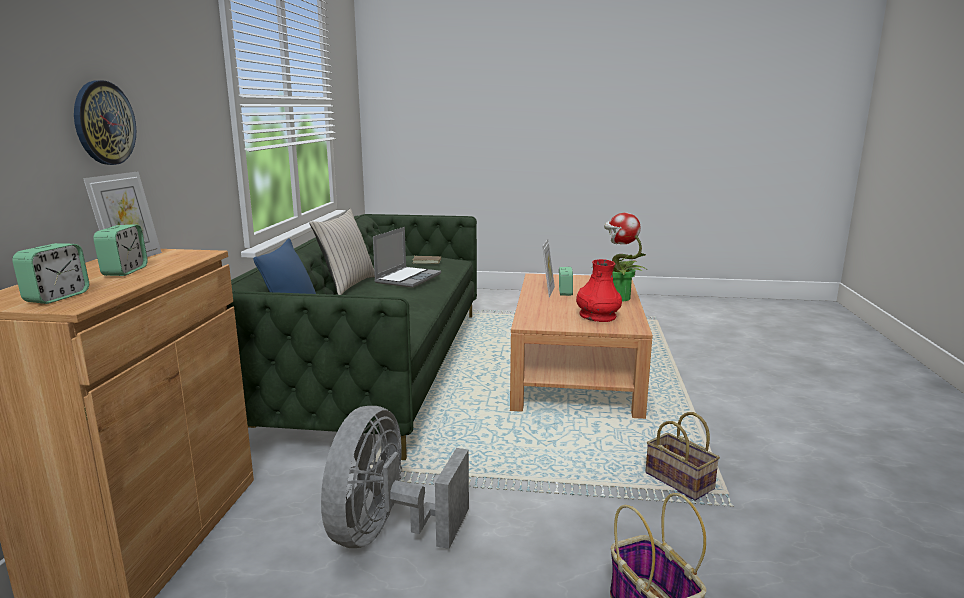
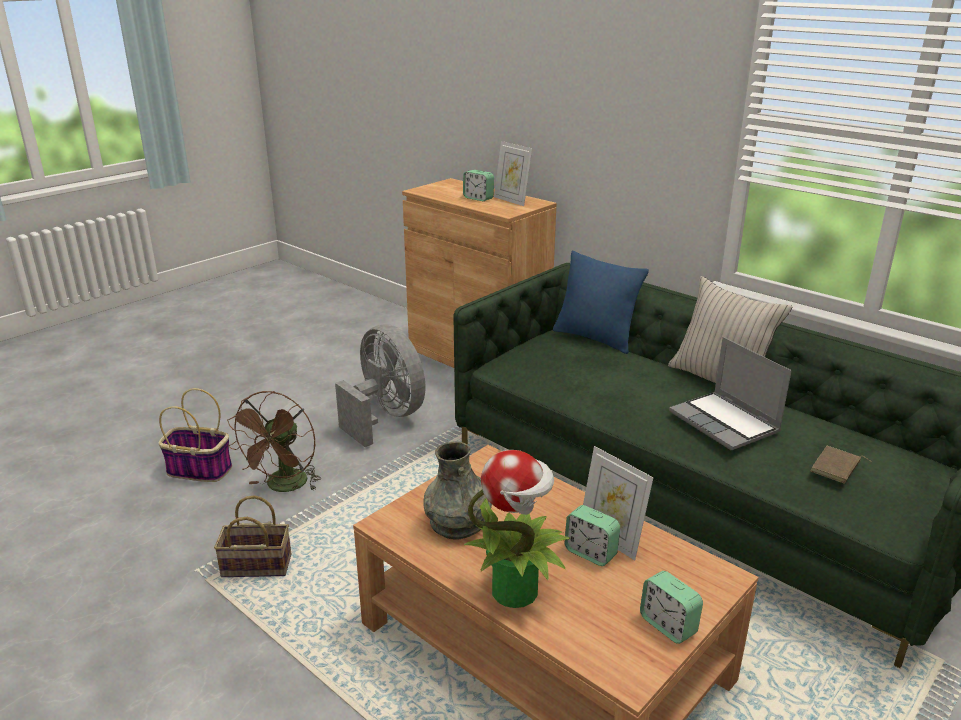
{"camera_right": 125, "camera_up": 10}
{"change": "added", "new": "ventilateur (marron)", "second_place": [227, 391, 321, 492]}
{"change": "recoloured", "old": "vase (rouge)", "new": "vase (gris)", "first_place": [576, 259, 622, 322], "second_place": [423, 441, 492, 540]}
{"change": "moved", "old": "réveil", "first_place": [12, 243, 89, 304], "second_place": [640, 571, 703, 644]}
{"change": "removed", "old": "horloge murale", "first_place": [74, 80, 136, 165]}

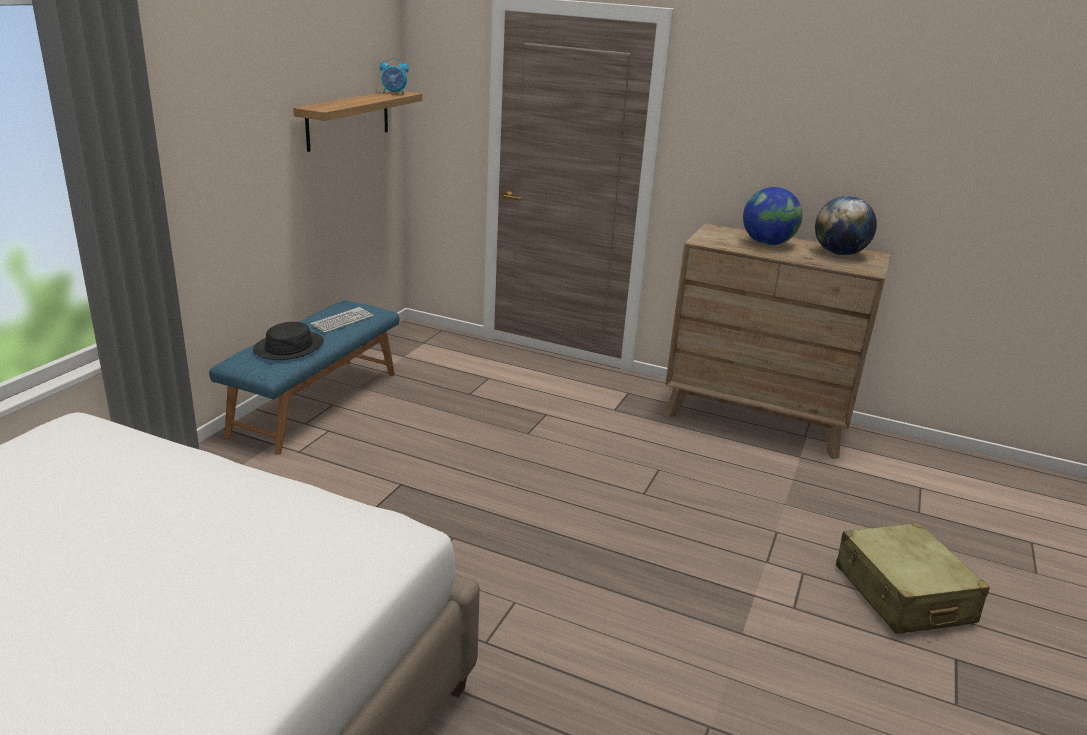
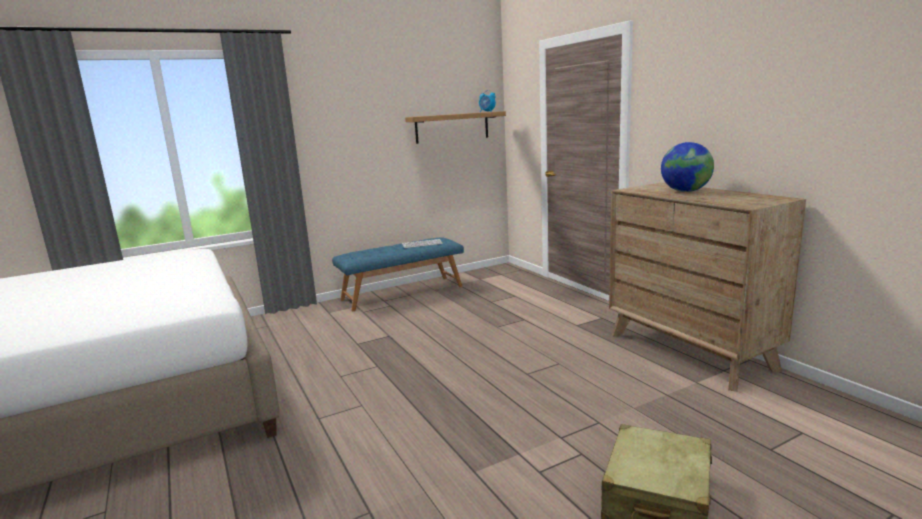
{"camera_right": 40, "camera_up": -10}
{"change": "removed", "old": "chapeau (noir)", "first_place": [253, 322, 324, 360]}
{"change": "removed", "old": "globe", "first_place": [815, 196, 877, 255]}

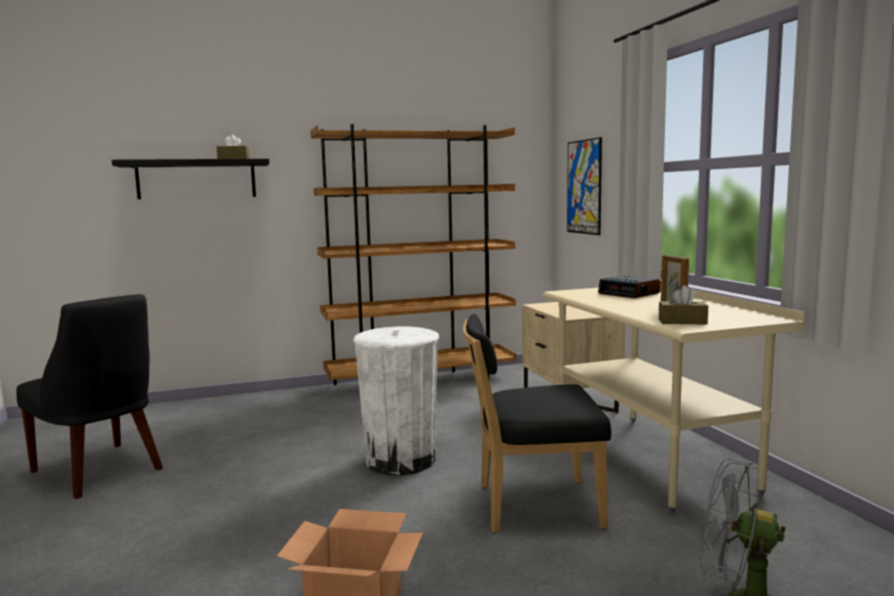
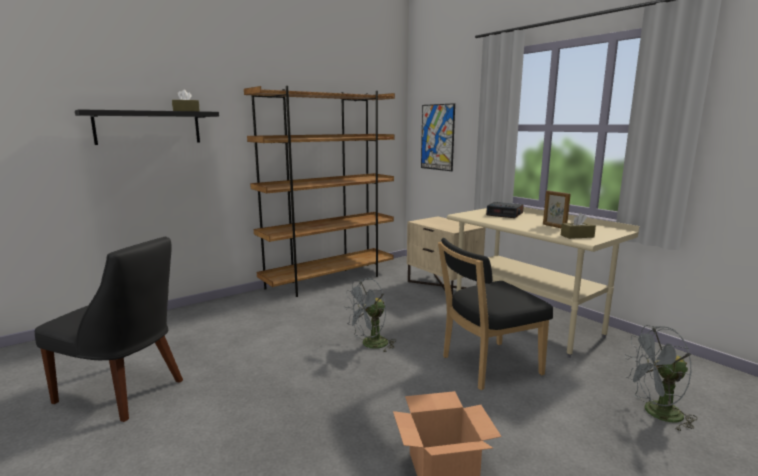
{"camera_right": -20, "camera_up": 5}
{"change": "replaced", "old": "poubelle (blanc)", "new": "ventilateur (gris)", "first_place": [353, 327, 439, 476], "second_place": [344, 278, 396, 353]}

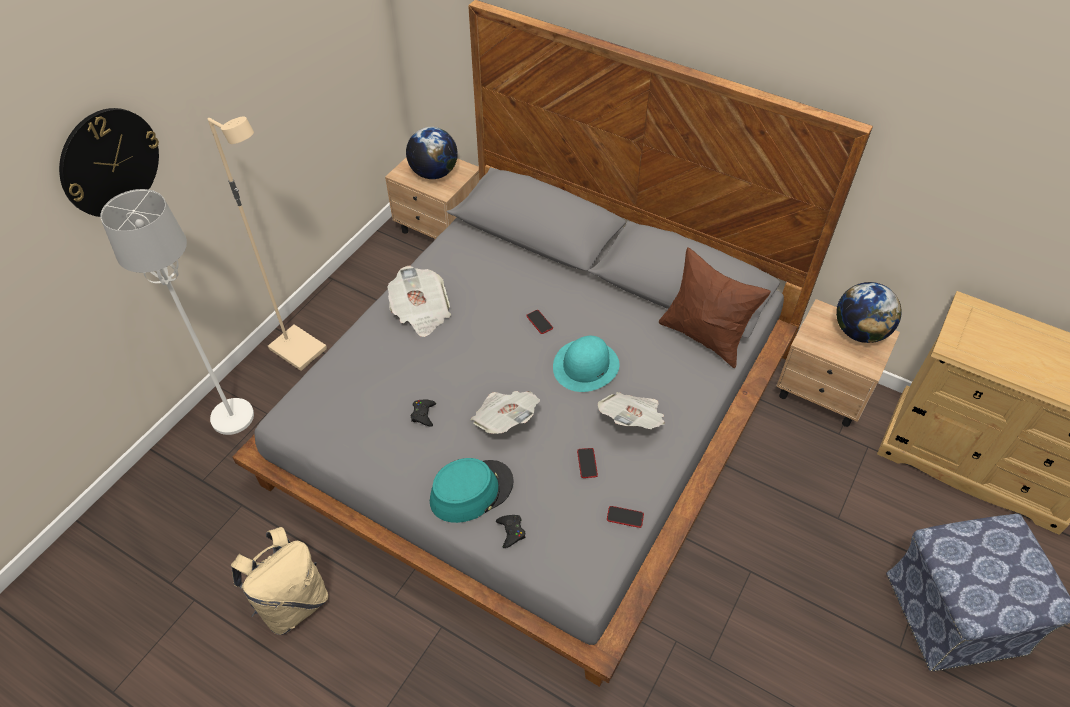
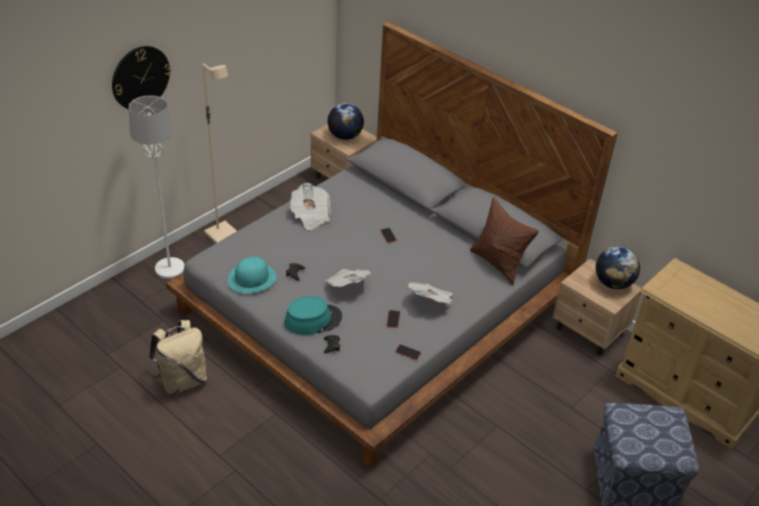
{"camera_right": 10, "camera_up": -10}
{"change": "moved", "old": "chapeau (turquoise)", "first_place": [553, 336, 619, 392], "second_place": [227, 257, 276, 293]}

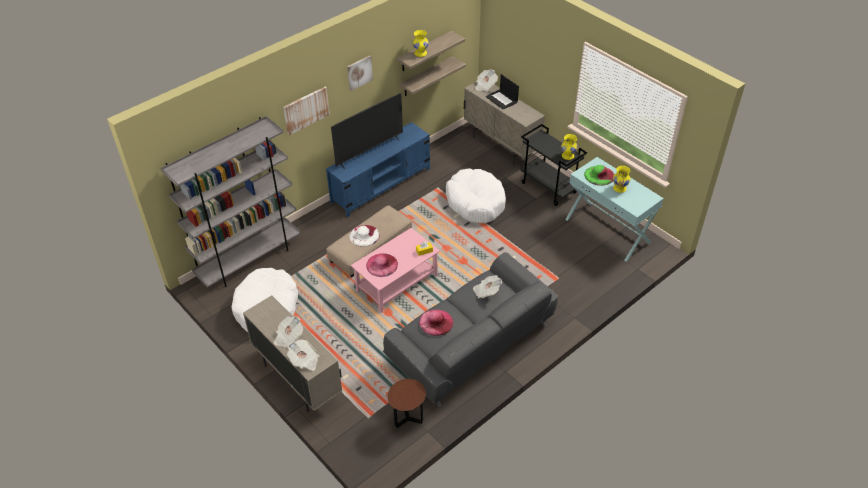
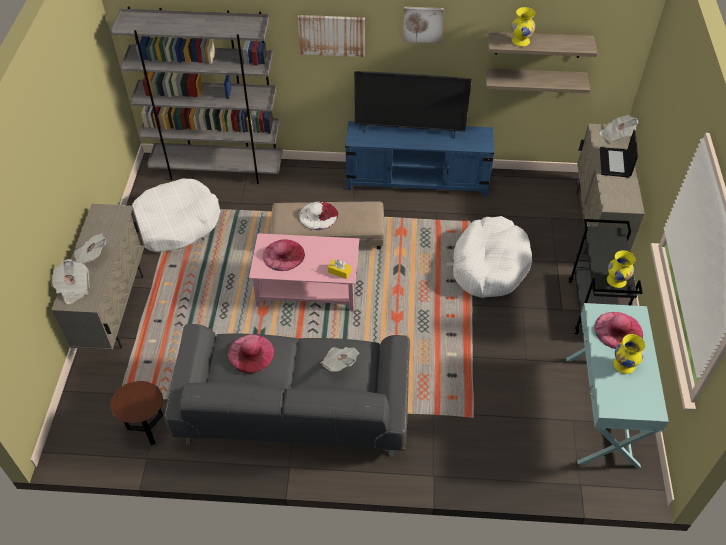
{"camera_right": 45, "camera_up": 5}
{"change": "recoloured", "old": "chapeau (vert)", "new": "chapeau (rose)", "first_place": [584, 165, 614, 186], "second_place": [594, 312, 643, 349]}

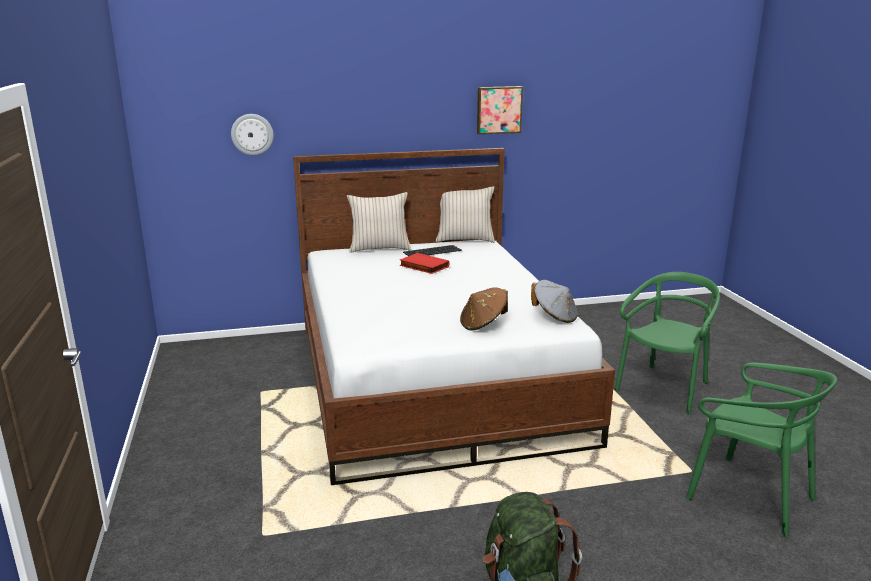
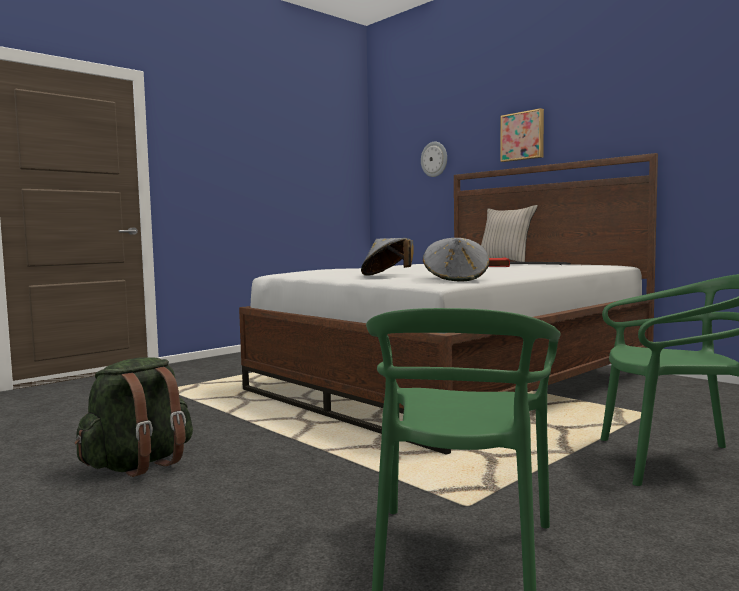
{"camera_right": 60, "camera_up": -15}
{"change": "recoloured", "old": "chapeau (marron)", "new": "chapeau (gris)", "first_place": [460, 287, 508, 331], "second_place": [361, 238, 414, 276]}
{"change": "moved", "old": "tableau", "first_place": [477, 86, 523, 134], "second_place": [500, 108, 544, 162]}
{"change": "removed", "old": "coussin (beige)", "first_place": [436, 186, 495, 243]}

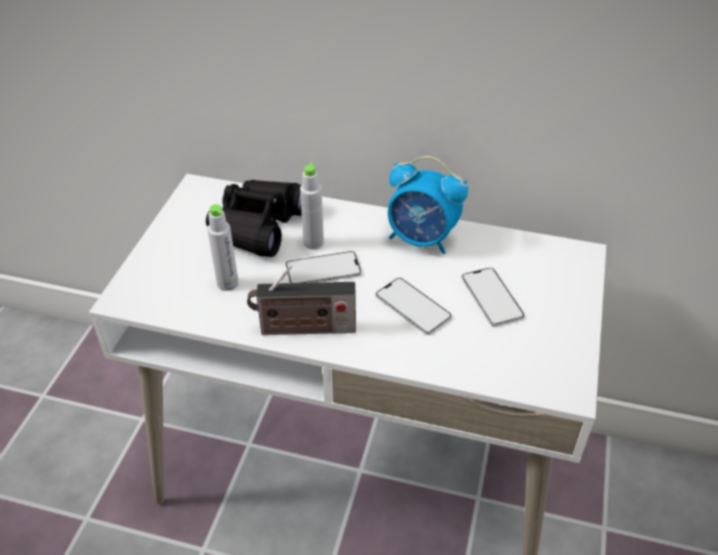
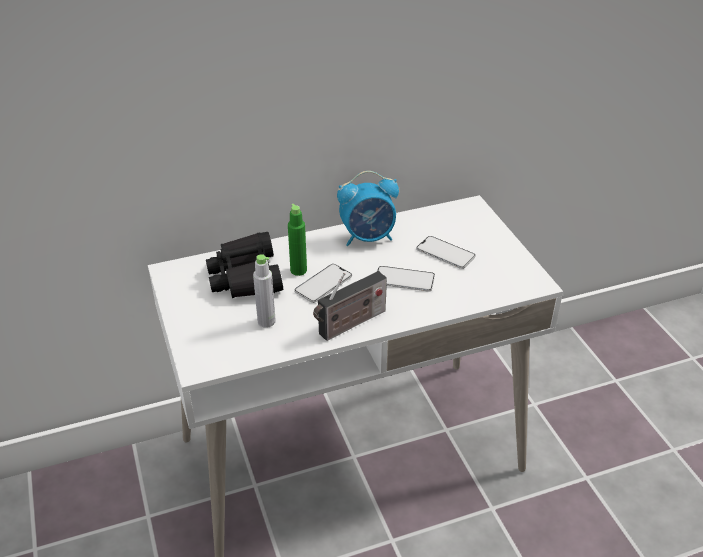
{"camera_right": -35, "camera_up": -5}
{"change": "recoloured", "old": "bouteille (gris)", "new": "bouteille (vert)", "first_place": [300, 162, 324, 250], "second_place": [288, 204, 307, 276]}

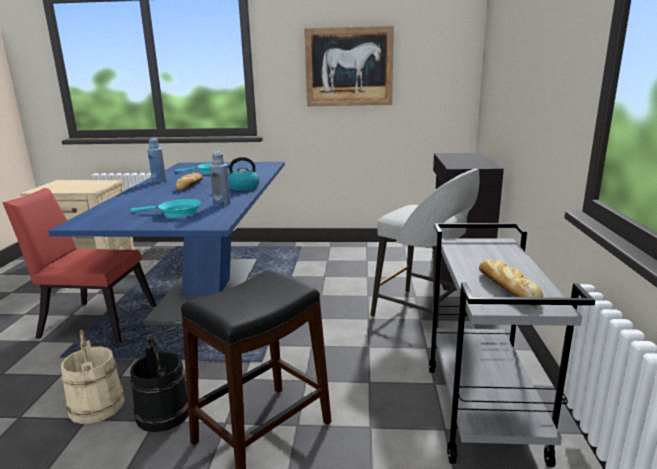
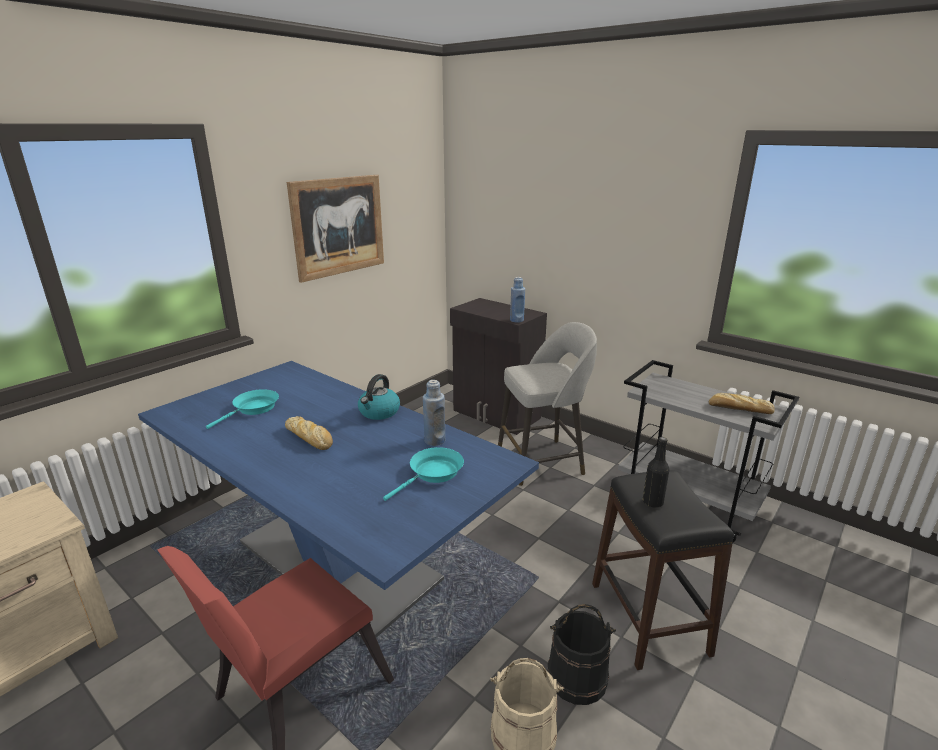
{"camera_right": -55, "camera_up": 5}
{"change": "moved", "old": "bouteille (bleu)", "first_place": [147, 138, 166, 183], "second_place": [510, 277, 525, 323]}
{"change": "added", "new": "bouteille (noir)", "second_place": [643, 437, 669, 508]}

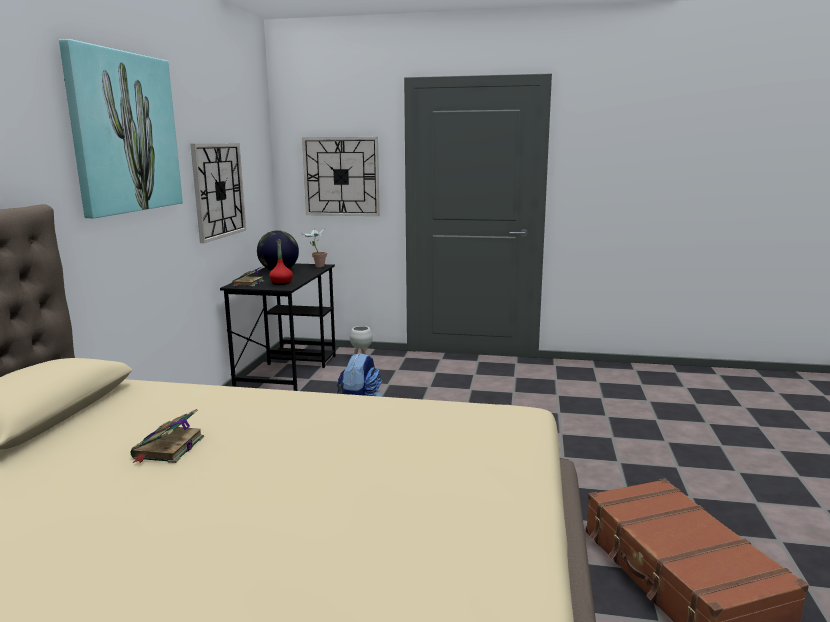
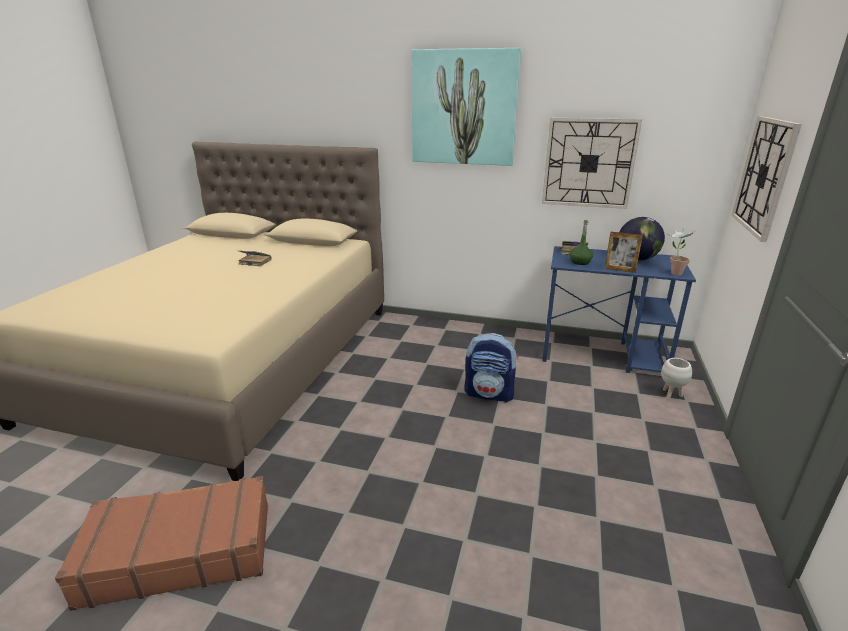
{"camera_right": 95, "camera_up": 10}
{"change": "recoloured", "old": "bureau (noir)", "new": "bureau (bleu)", "first_place": [220, 263, 336, 391], "second_place": [542, 246, 696, 373]}
{"change": "recoloured", "old": "bouteille (rouge)", "new": "bouteille (vert)", "first_place": [269, 239, 293, 285], "second_place": [570, 220, 593, 265]}
{"change": "added", "new": "cadre photo", "second_place": [605, 232, 643, 273]}

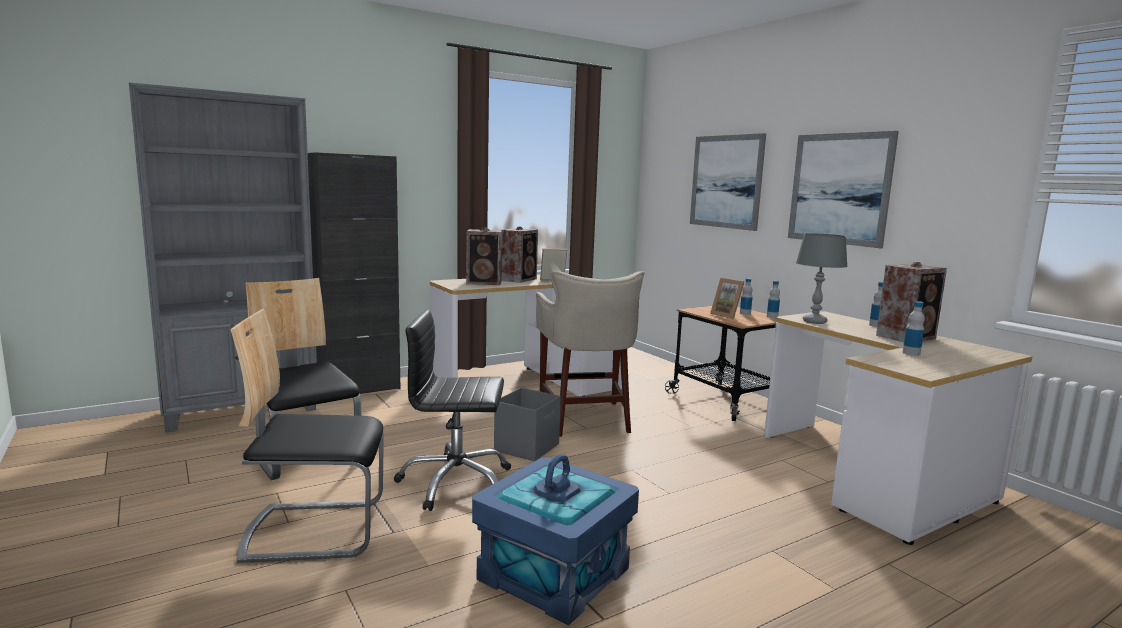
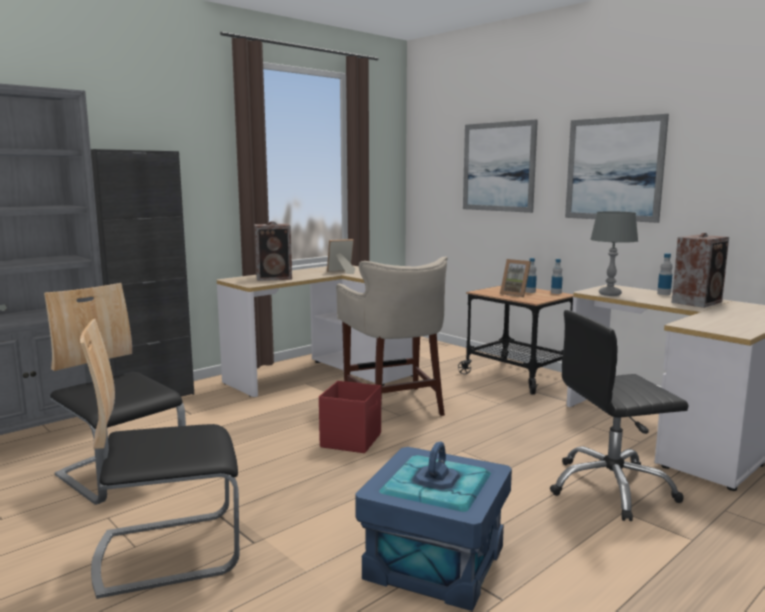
{"camera_right": -10, "camera_up": 0}
{"change": "recoloured", "old": "boîte de rangement (gris)", "new": "boîte de rangement (rouge)", "first_place": [494, 388, 561, 461], "second_place": [319, 381, 381, 453]}
{"change": "moved", "old": "chaise de bureau (noir)", "first_place": [394, 310, 511, 511], "second_place": [550, 310, 689, 521]}
{"change": "removed", "old": "enceinte", "first_place": [502, 227, 538, 283]}
{"change": "removed", "old": "bouteille", "first_place": [902, 301, 925, 356]}

